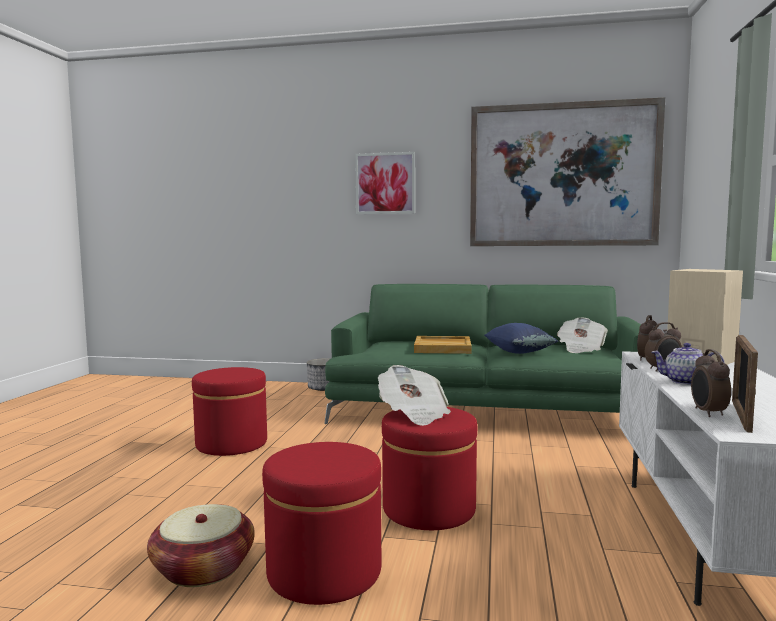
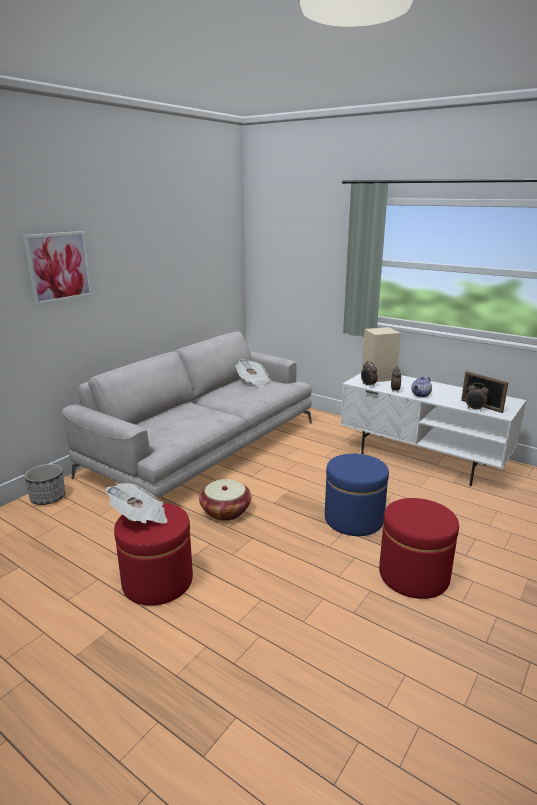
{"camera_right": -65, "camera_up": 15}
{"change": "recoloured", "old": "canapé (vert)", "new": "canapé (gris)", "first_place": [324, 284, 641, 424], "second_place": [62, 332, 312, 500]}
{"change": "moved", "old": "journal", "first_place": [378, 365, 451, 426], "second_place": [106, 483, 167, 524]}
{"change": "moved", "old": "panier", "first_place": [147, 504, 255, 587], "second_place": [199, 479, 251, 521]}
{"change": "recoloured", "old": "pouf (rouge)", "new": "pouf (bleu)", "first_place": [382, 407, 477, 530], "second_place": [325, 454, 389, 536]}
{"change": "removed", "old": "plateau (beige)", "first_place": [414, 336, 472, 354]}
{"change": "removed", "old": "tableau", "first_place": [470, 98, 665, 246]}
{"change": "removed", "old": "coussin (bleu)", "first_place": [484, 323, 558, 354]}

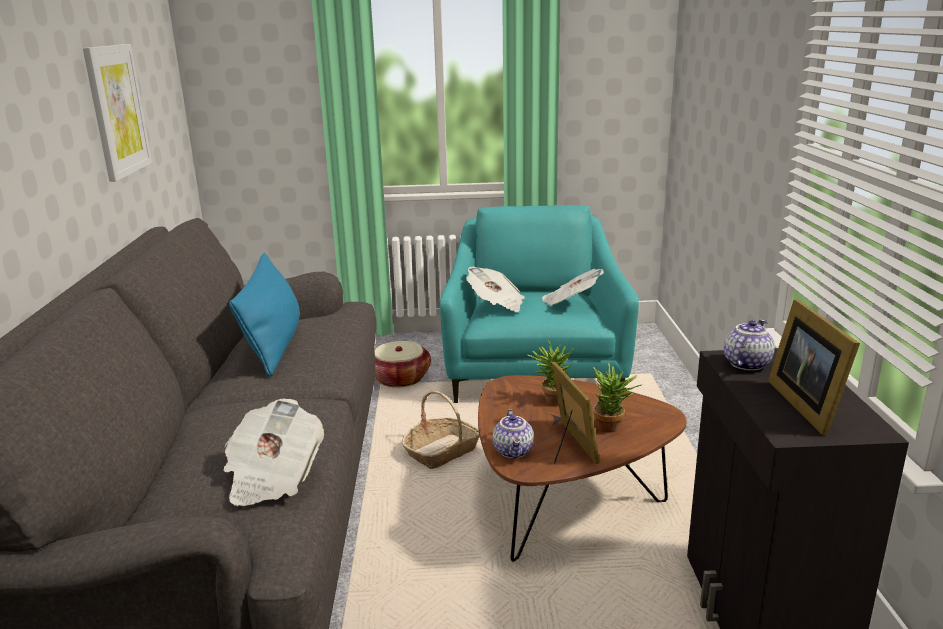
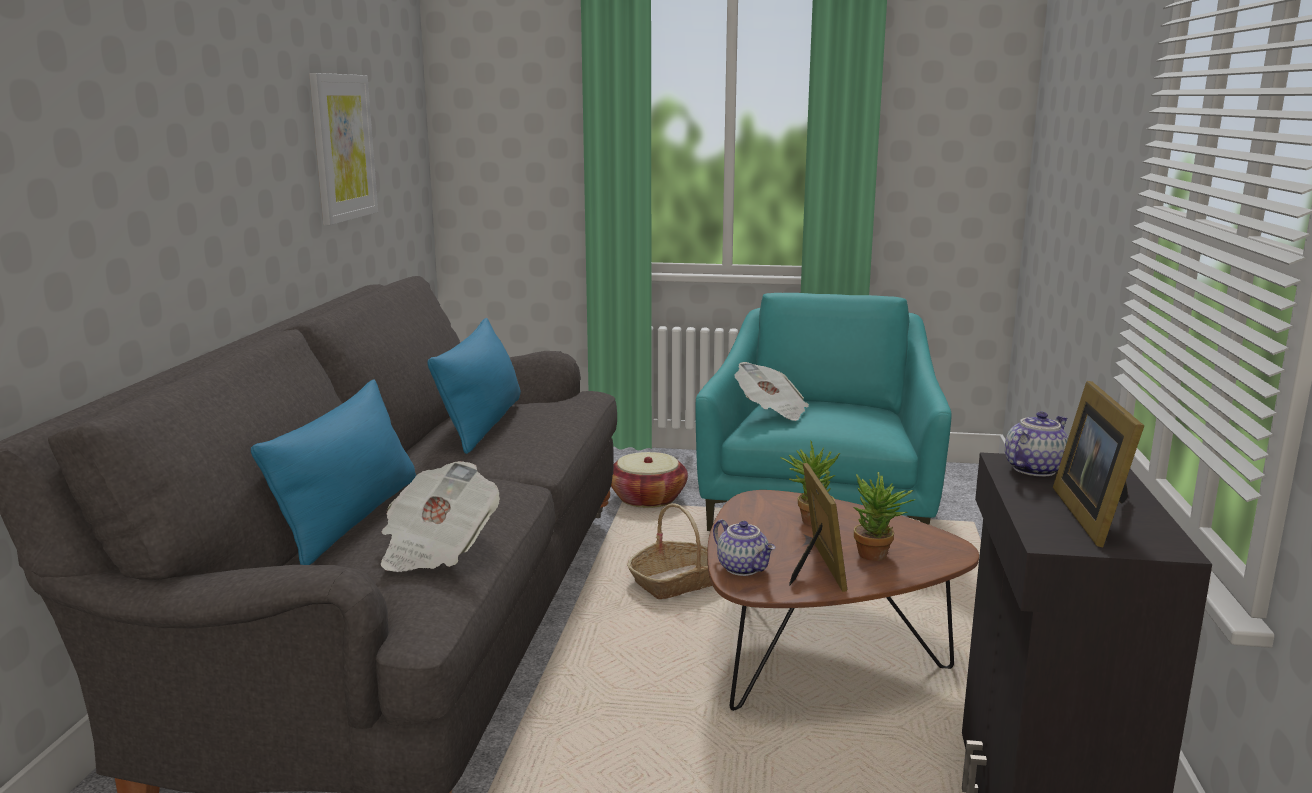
{"camera_right": 10, "camera_up": -5}
{"change": "added", "new": "coussin (bleu)", "second_place": [251, 379, 416, 565]}
{"change": "turned", "old": "théière", "first_place": [493, 409, 534, 458], "second_place": [713, 519, 775, 576], "degrees": -45}
{"change": "removed", "old": "journal", "first_place": [542, 269, 604, 306]}

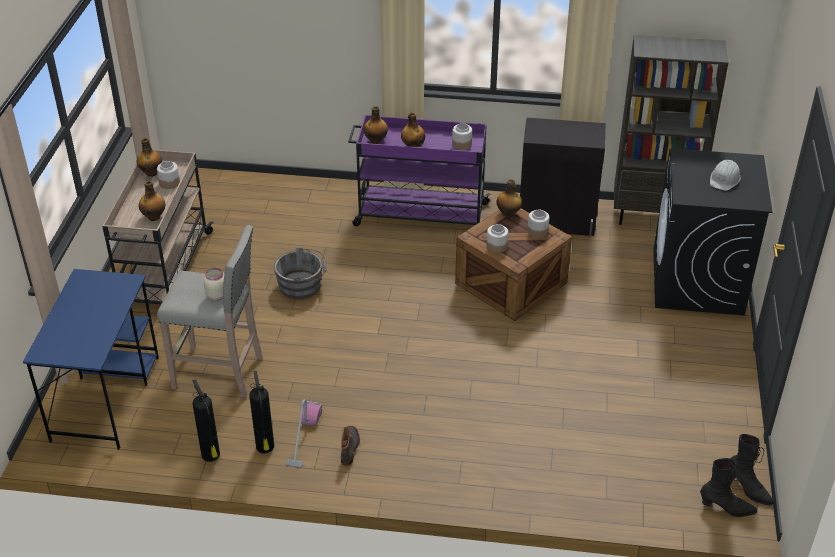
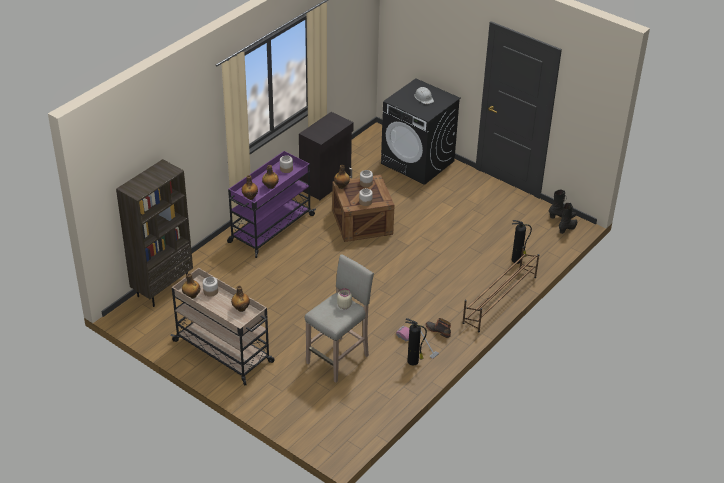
{"camera_right": -60, "camera_up": 0}
{"change": "moved", "old": "bibliothèque (marron)", "first_place": [614, 35, 729, 225], "second_place": [116, 159, 193, 307]}
{"change": "added", "new": "étagère à chaussures (marron)", "second_place": [462, 247, 539, 332]}
{"change": "moved", "old": "extincteur", "first_place": [192, 380, 220, 462], "second_place": [512, 220, 532, 264]}
{"change": "removed", "old": "bureau (bleu)", "first_place": [23, 269, 159, 450]}
{"change": "removed", "old": "seau (gris)", "first_place": [274, 247, 327, 299]}

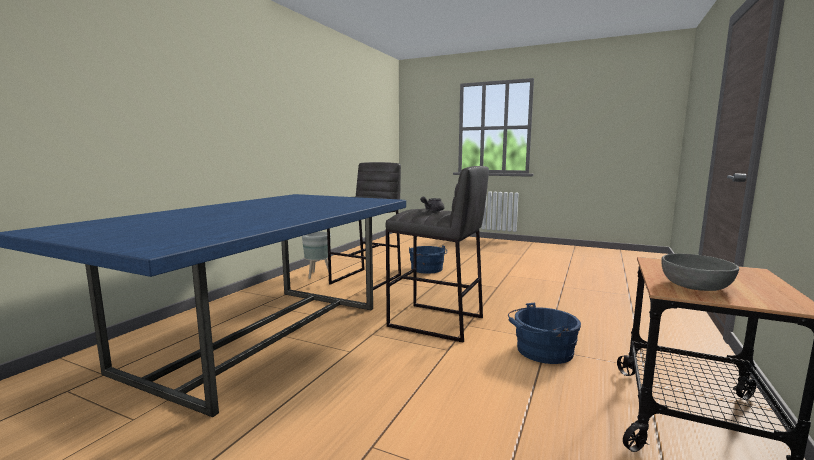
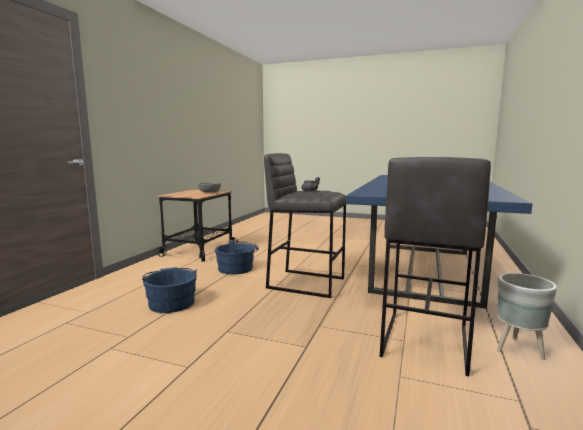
{"camera_right": 175, "camera_up": 0}
{"change": "moved", "old": "seau (bleu)", "first_place": [409, 245, 447, 274], "second_place": [142, 267, 197, 313]}

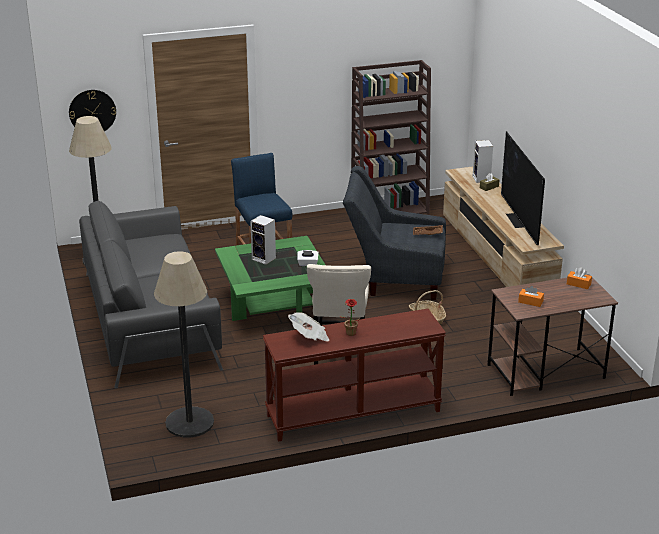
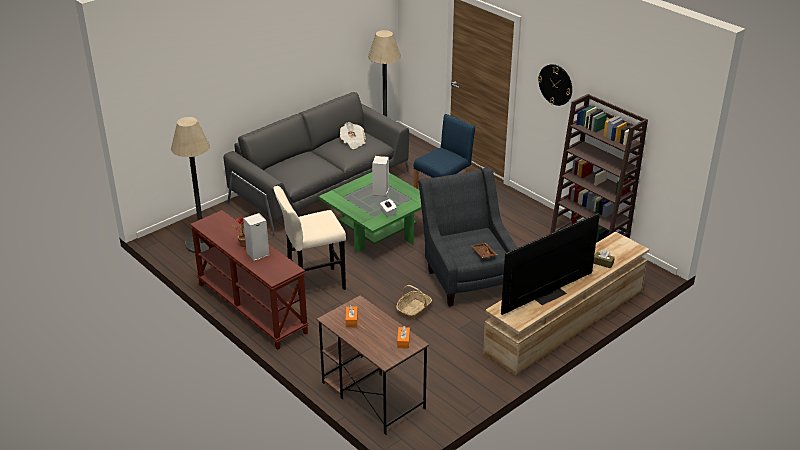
{"camera_right": 65, "camera_up": 5}
{"change": "moved", "old": "enceinte", "first_place": [473, 140, 493, 183], "second_place": [243, 213, 269, 261]}
{"change": "moved", "old": "journal", "first_place": [288, 312, 329, 342], "second_place": [340, 122, 366, 149]}
{"change": "moved", "old": "horloge murale", "first_place": [69, 90, 116, 131], "second_place": [538, 64, 572, 106]}

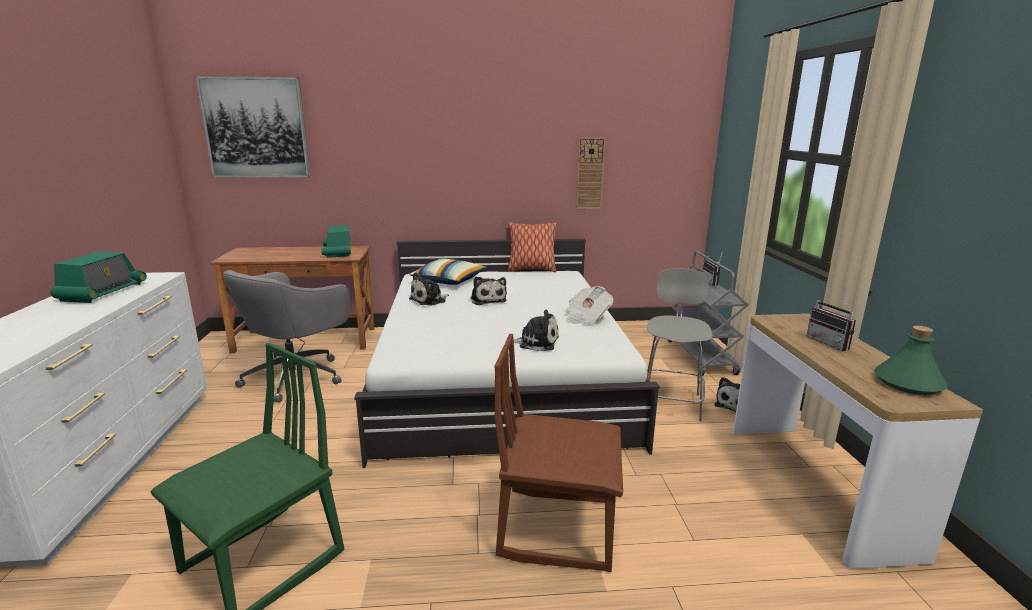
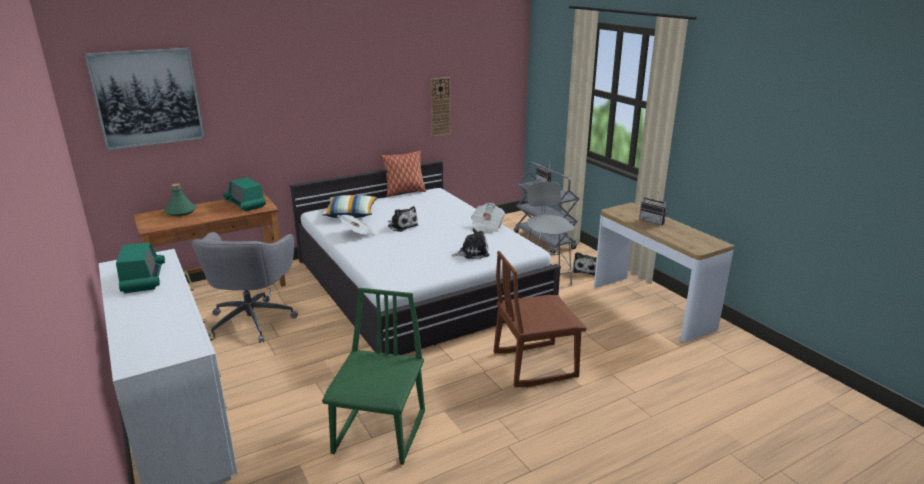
{"camera_right": -25, "camera_up": 5}
{"change": "moved", "old": "bouteille (vert)", "first_place": [874, 326, 948, 395], "second_place": [164, 183, 196, 216]}
{"change": "replaced", "old": "peluche", "new": "journal", "first_place": [409, 273, 449, 306], "second_place": [337, 215, 375, 236]}

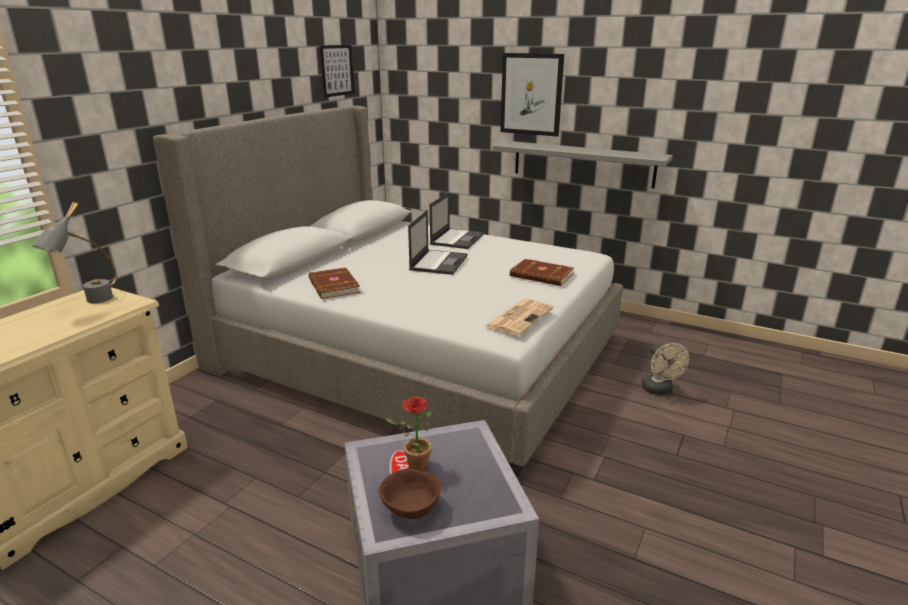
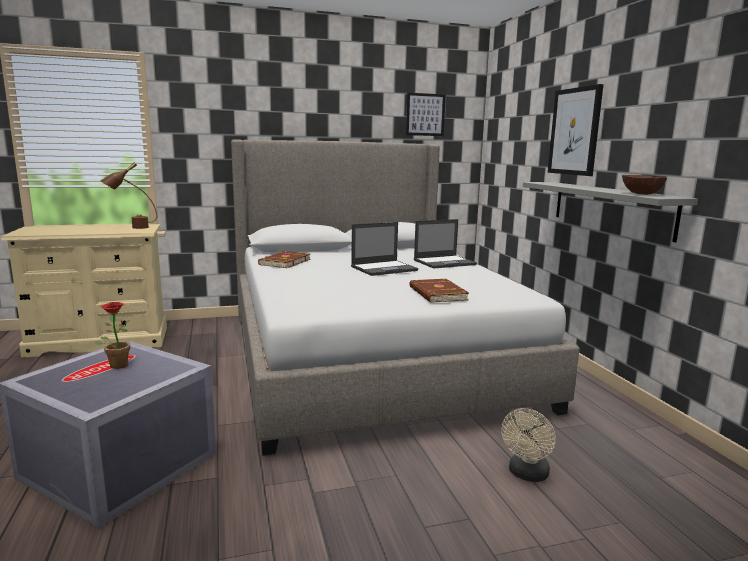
{"camera_right": 45, "camera_up": -10}
{"change": "recoloured", "old": "lampe de table (gris)", "new": "lampe de table (marron)", "first_place": [32, 202, 117, 303], "second_place": [101, 162, 158, 229]}
{"change": "moved", "old": "bol (marron)", "first_place": [379, 469, 441, 519], "second_place": [622, 175, 667, 195]}
{"change": "removed", "old": "journal", "first_place": [485, 299, 553, 336]}

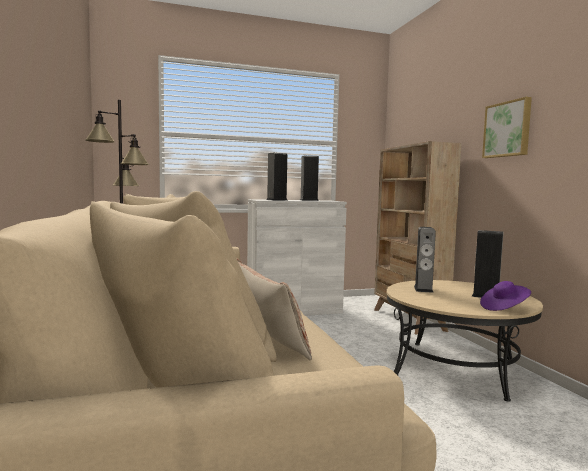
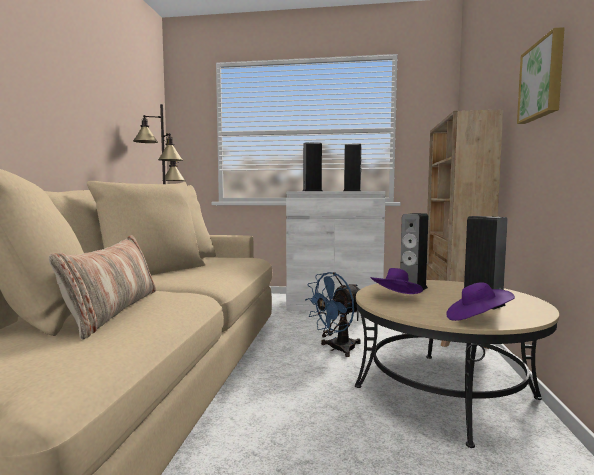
{"camera_right": 25, "camera_up": 0}
{"change": "added", "new": "ventilateur (bleu)", "second_place": [305, 272, 361, 357]}
{"change": "added", "new": "chapeau (violet)", "second_place": [370, 268, 423, 294]}

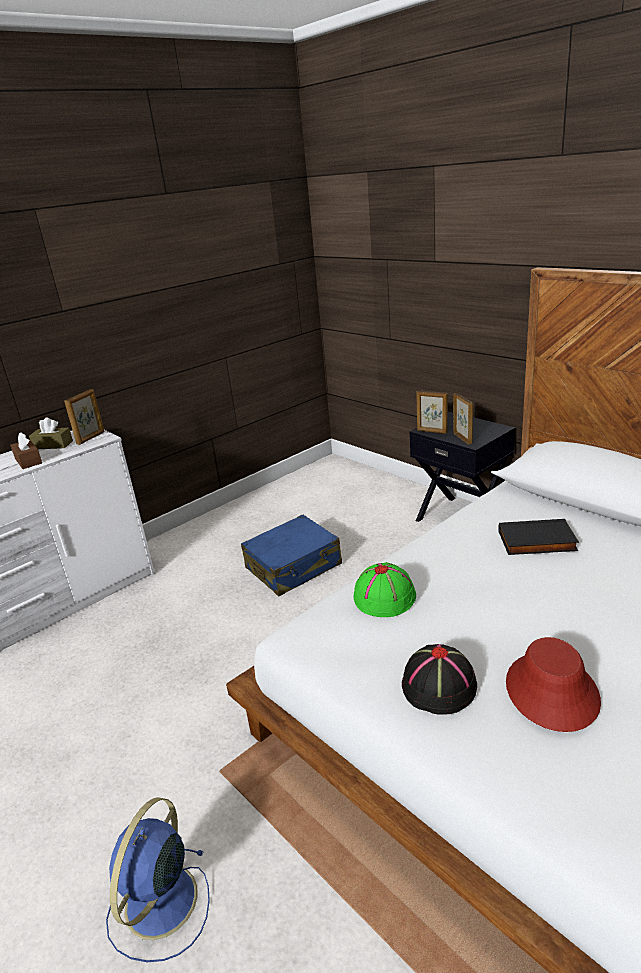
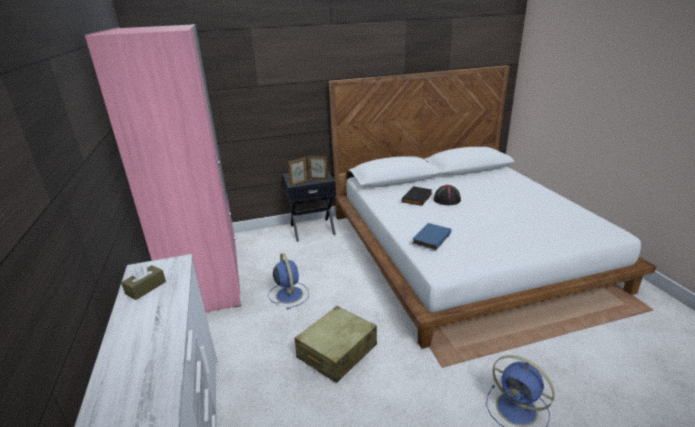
{"camera_right": -65, "camera_up": 0}
{"change": "added", "new": "armoire (rose)", "second_place": [85, 24, 241, 313]}
{"change": "replaced", "old": "valise (bleu)", "new": "ventilateur (bleu)", "first_place": [241, 515, 342, 596], "second_place": [268, 253, 309, 310]}
{"change": "added", "new": "valise (beige)", "second_place": [295, 306, 377, 383]}
{"change": "replaced", "old": "chapeau (vert)", "new": "livre (bleu)", "first_place": [353, 562, 416, 617], "second_place": [412, 223, 451, 251]}
{"change": "moved", "old": "chapeau (noir)", "first_place": [402, 644, 477, 715], "second_place": [434, 185, 461, 205]}
{"change": "removed", "old": "boîte à mouchoirs (marron)", "first_place": [10, 432, 42, 469]}
{"change": "removed", "old": "cadre photo", "first_place": [64, 389, 105, 445]}
{"change": "removed", "old": "chapeau (rouge)", "first_place": [506, 637, 601, 732]}

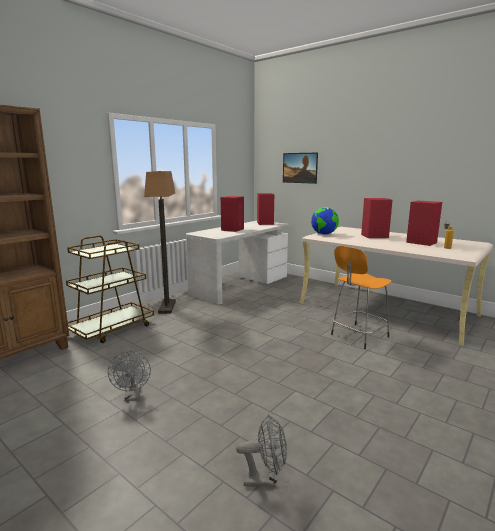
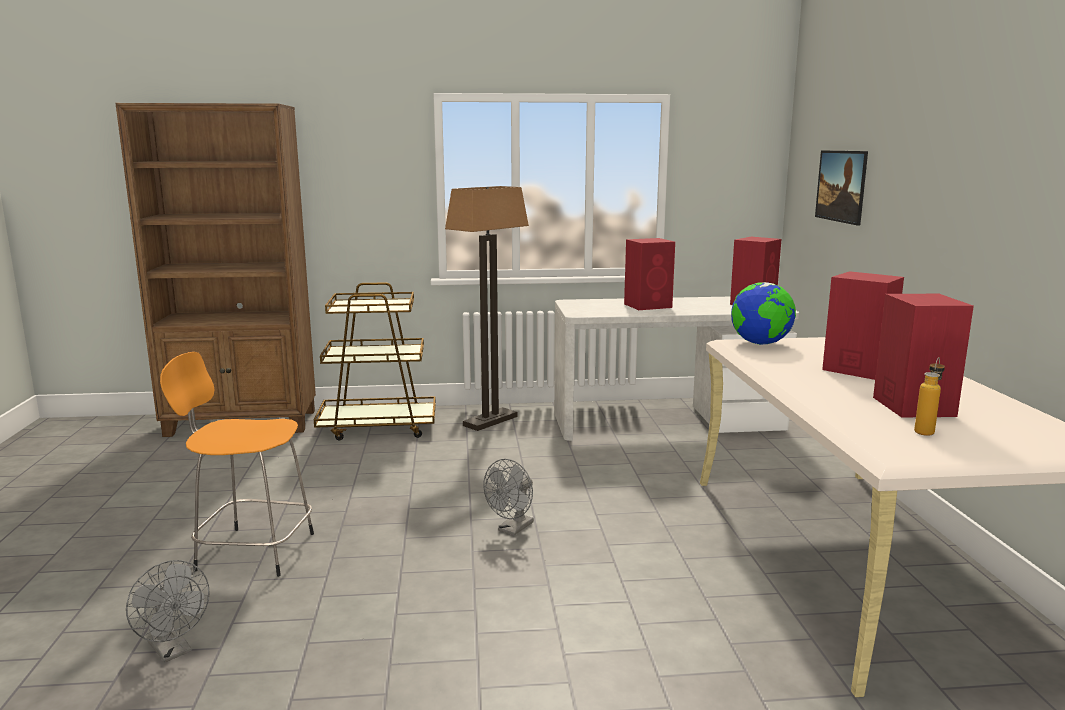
{"camera_right": 45, "camera_up": 0}
{"change": "moved", "old": "tabouret (orange)", "first_place": [331, 246, 391, 349], "second_place": [160, 352, 314, 577]}
{"change": "moved", "old": "ventilateur (gris)", "first_place": [108, 351, 151, 401], "second_place": [483, 459, 534, 536]}

